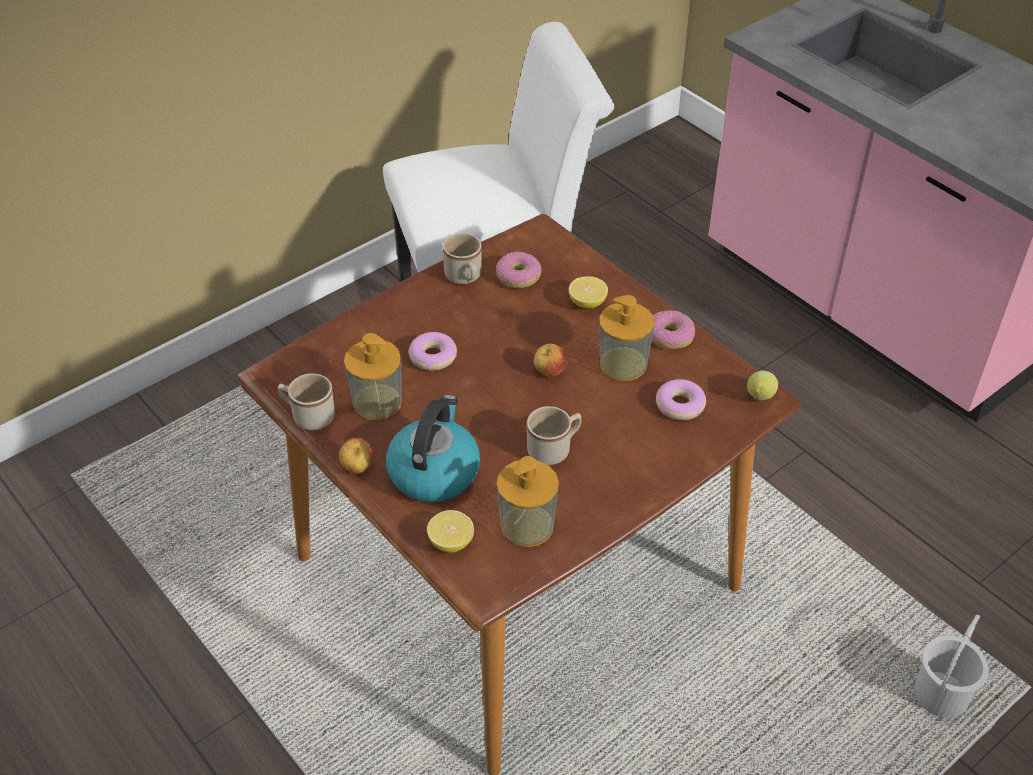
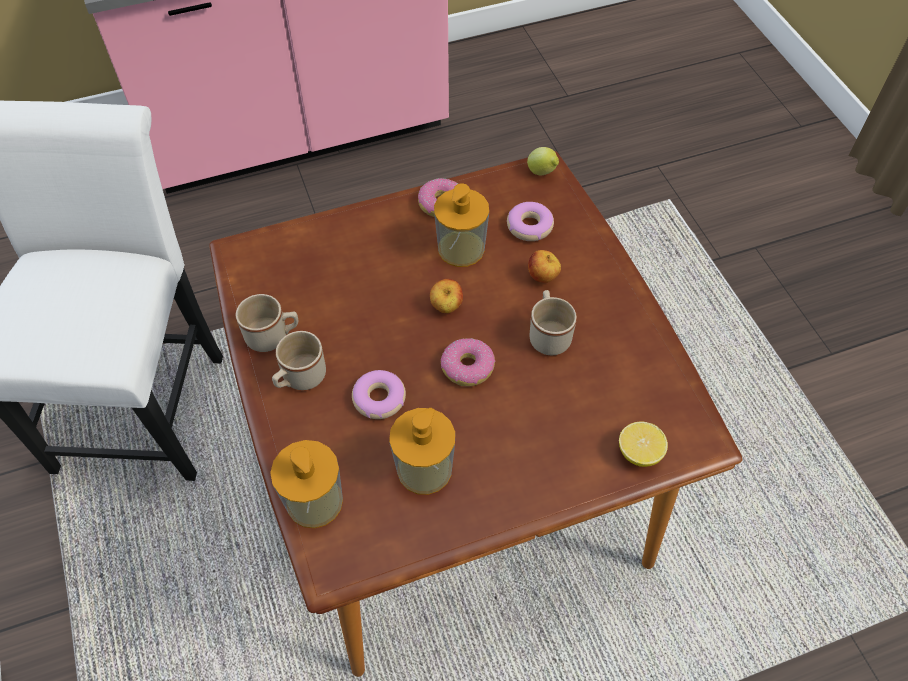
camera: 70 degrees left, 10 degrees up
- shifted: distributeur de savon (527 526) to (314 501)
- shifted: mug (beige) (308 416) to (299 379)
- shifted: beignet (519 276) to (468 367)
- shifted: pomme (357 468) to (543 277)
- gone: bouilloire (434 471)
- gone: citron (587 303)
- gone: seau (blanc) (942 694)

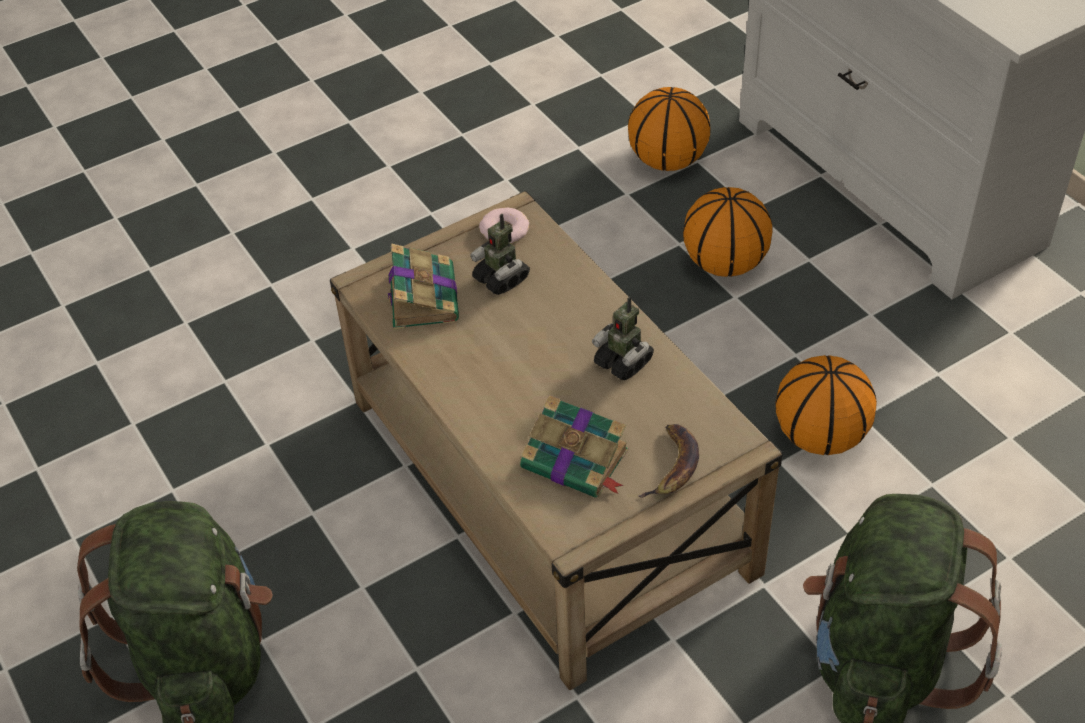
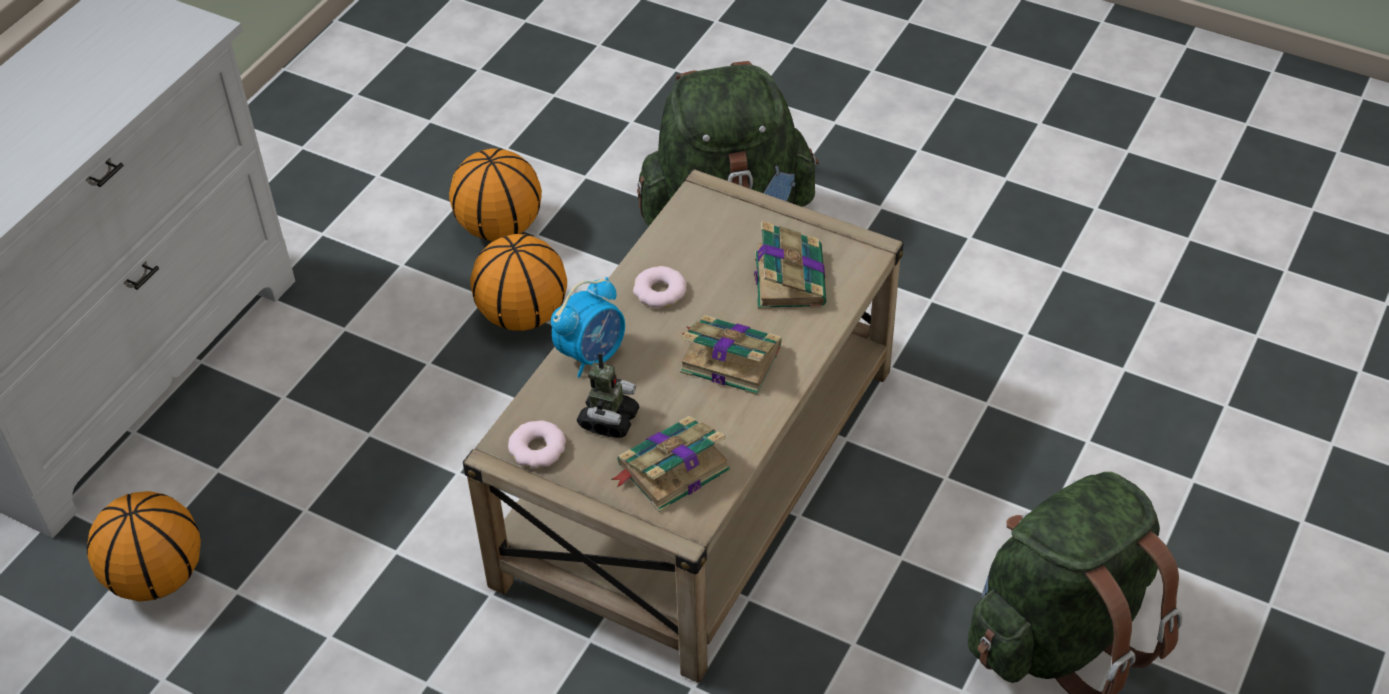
camera: 120 degrees left, 0 degrees up
- shifted: ballon de basket (726 264) to (500 227)
- new: réveil (592 354)
- swapped: robot jouet (623 362) to beignet (660 292)
- new: livre (728 358)
- gone: banane (673 466)

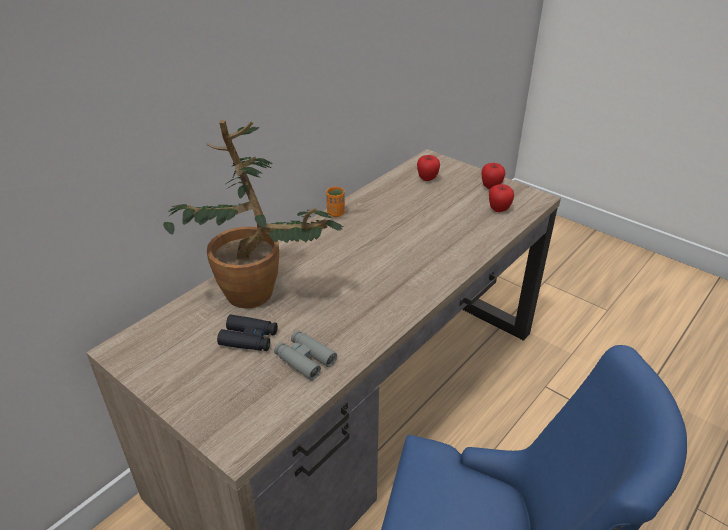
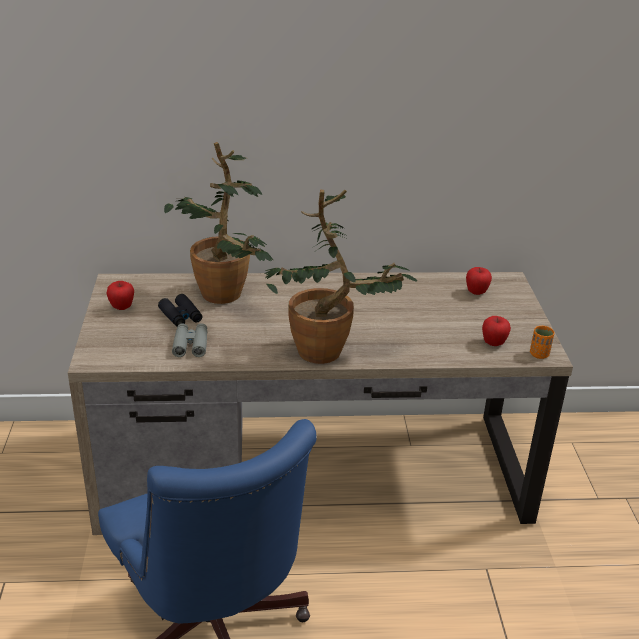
camera: 45 degrees right, 5 degrees down
- shifted: pomme (491 187) to (122 307)
- new: plante en pot (331 353)
- shifted: tasse (orange) (336 213) to (539 354)

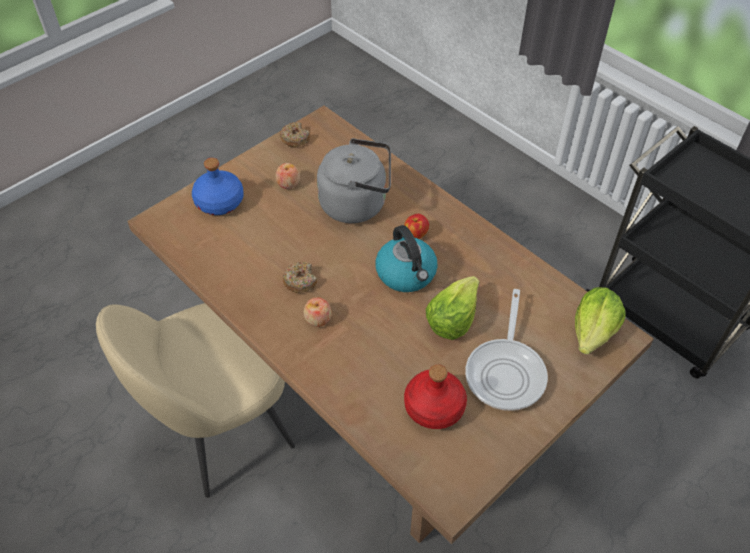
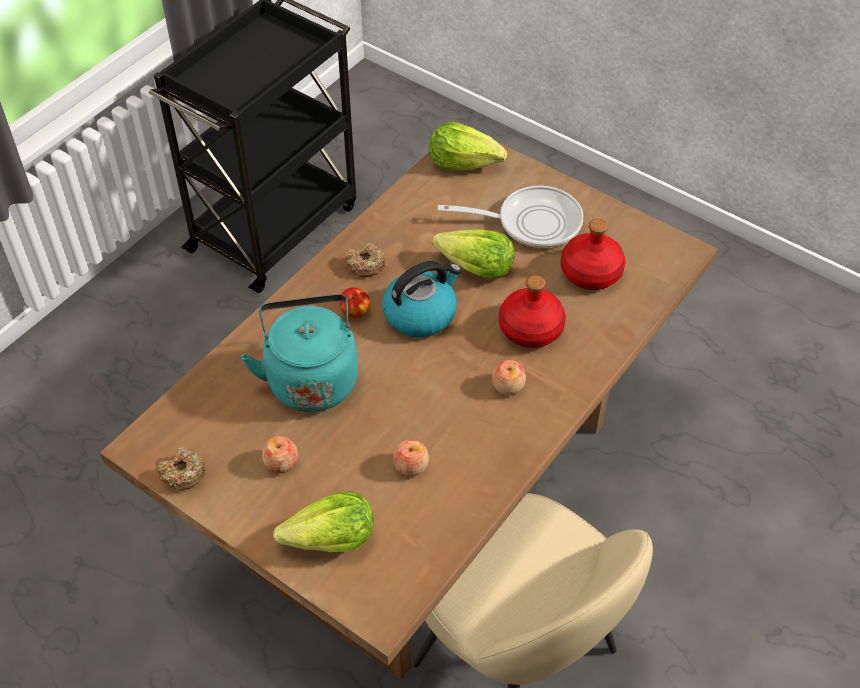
camera: 100 degrees left, 0 degrees up
- repainted: bouilloire (gris) (357 204) to bouilloire (turquoise) (311 377)
- swapped: bouteille (bleu) (219 202) to laitue (331 540)
- shifted: beignet (300 281) to (365 265)
- new: pomme (411 466)
- new: bouteille (rouge) (531 328)

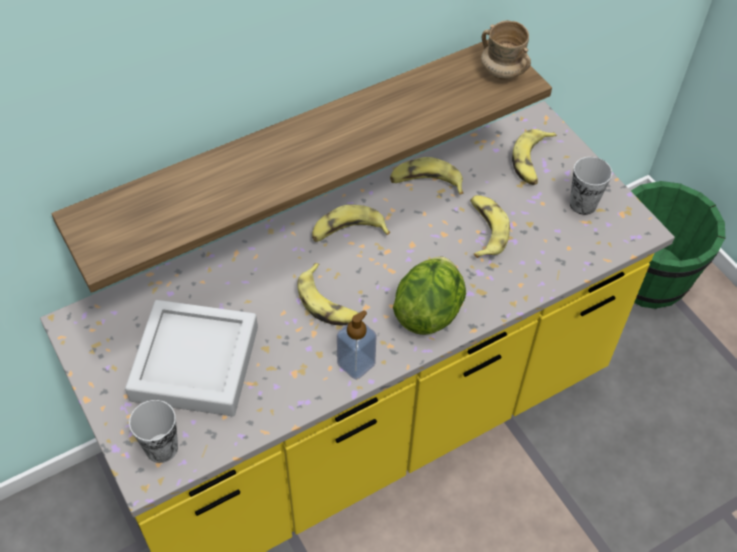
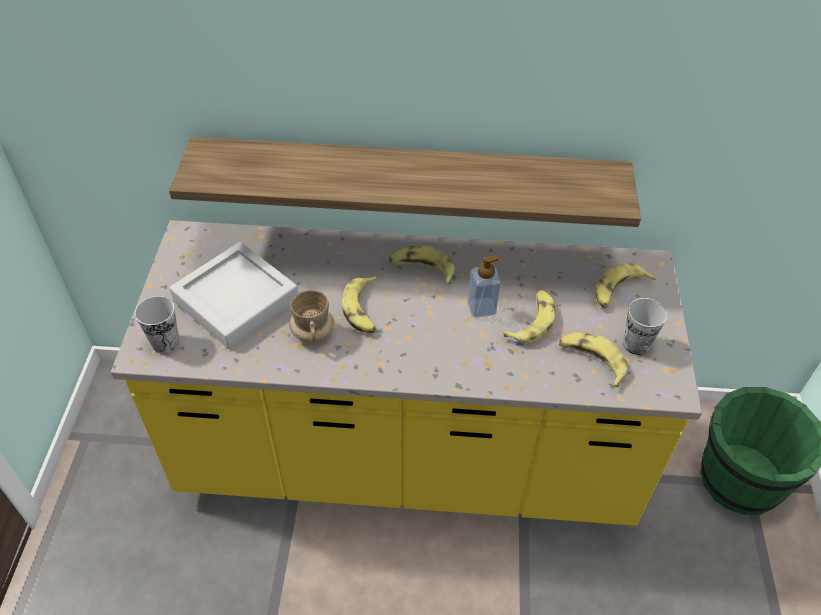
camera: 35 degrees right, 5 degrees down
- shifted: mug (beige) (502 71) to (312 332)
- shifted: distributeur de savon (356 364) to (481 308)
- shifted: banane (425 183) to (591 361)
- gone: laitue (429 311)

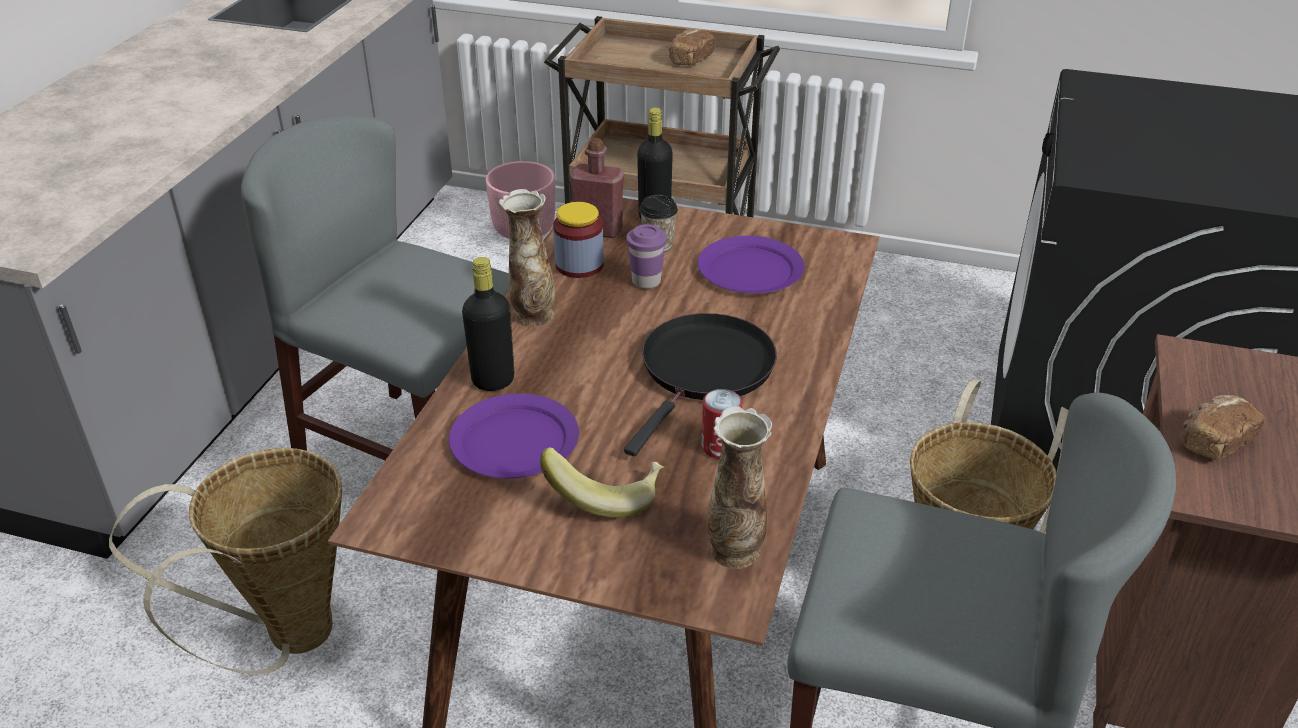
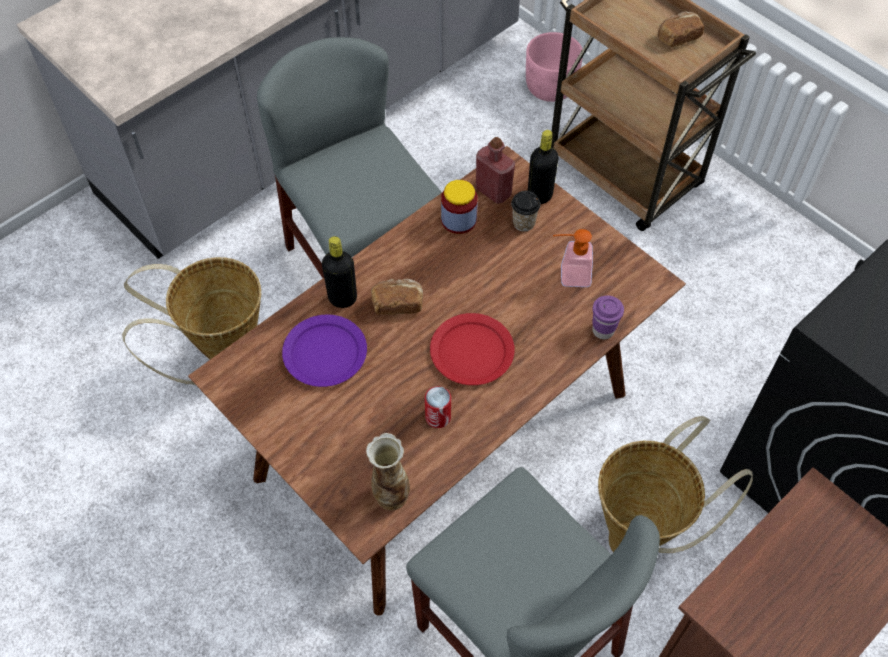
camera: 30 degrees right, 20 degrees up
- shifted: pain (1213 442) to (397 303)
- swapped: poêle (noir) (704 371) to assiette (rouge) (472 351)
- swapped: assiette (violet) (751 270) to distributeur de savon (568 276)
- shifted: tasse (violet) (646 281) to (603 330)
- gone: vase (532 315)
- gone: banane (605 495)

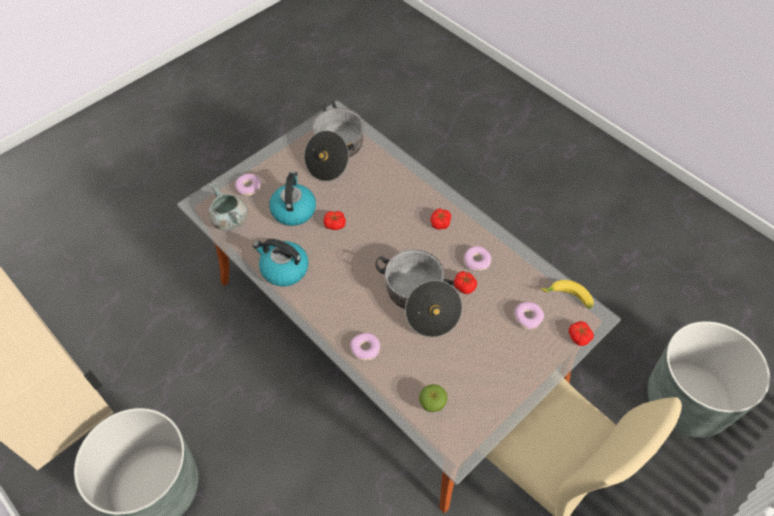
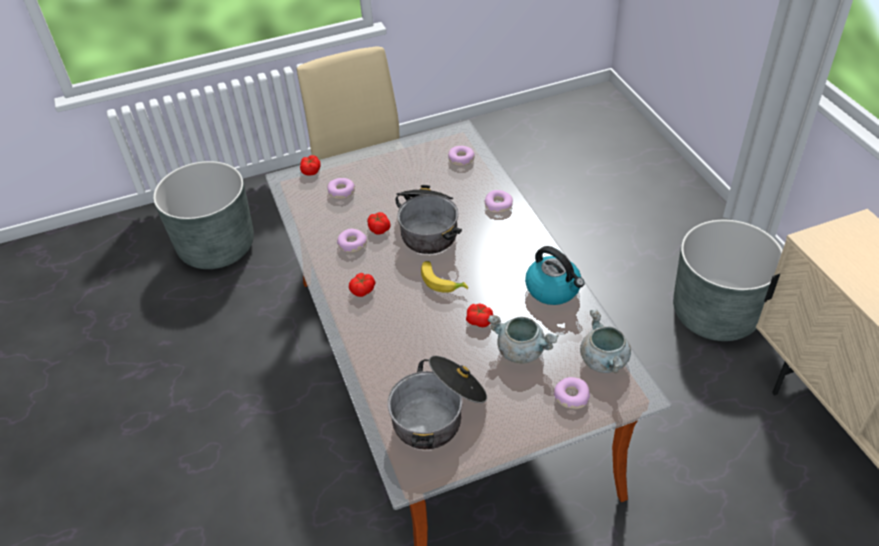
camera: 155 degrees left, 10 degrees down
- shifted: banane (567 298) to (442 281)
- swapped: pomme (432 404) to beignet (461 160)
- swapped: bouilloire (293 210) to marmite (gris) (522 350)

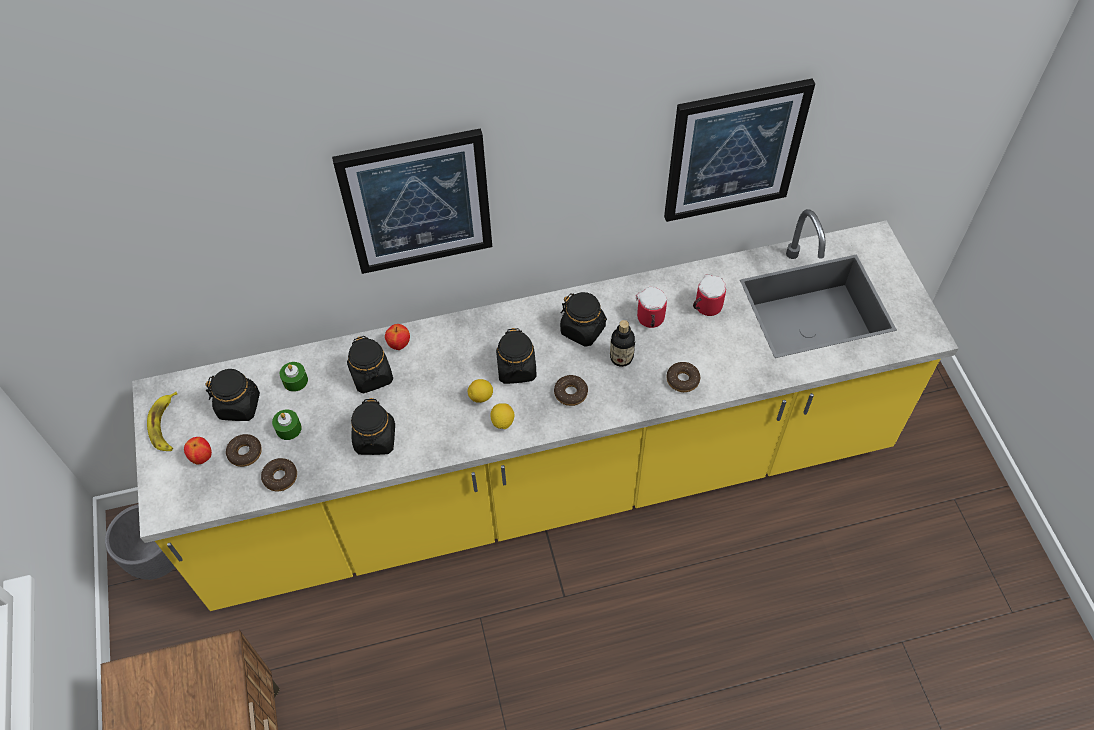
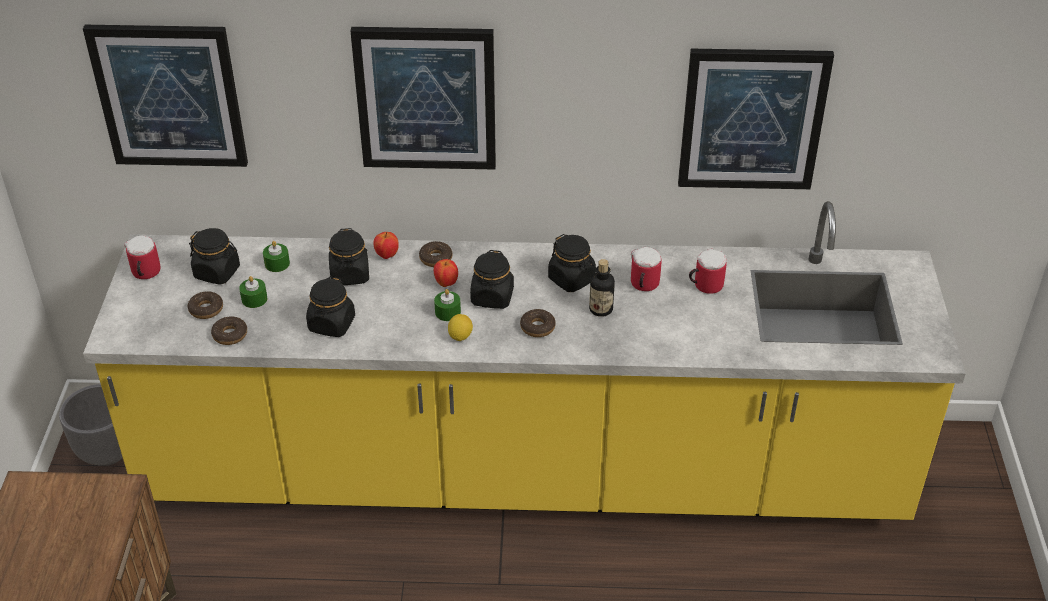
camera: 15 degrees right, 15 degrees down
- new: tableau (169 96)
- swapped: banane (165 425) to mug (144 273)
- shifted: beignet (682 380) to (436 258)
- shifted: pomme (202 457) to (446 283)
- swapped: citron (481 397) to bougie (vert) (447 312)

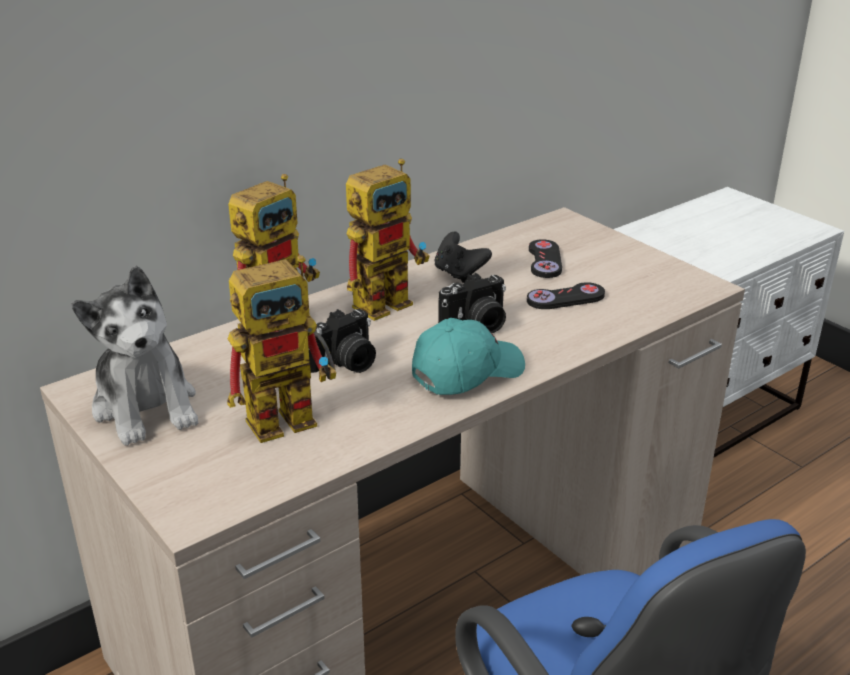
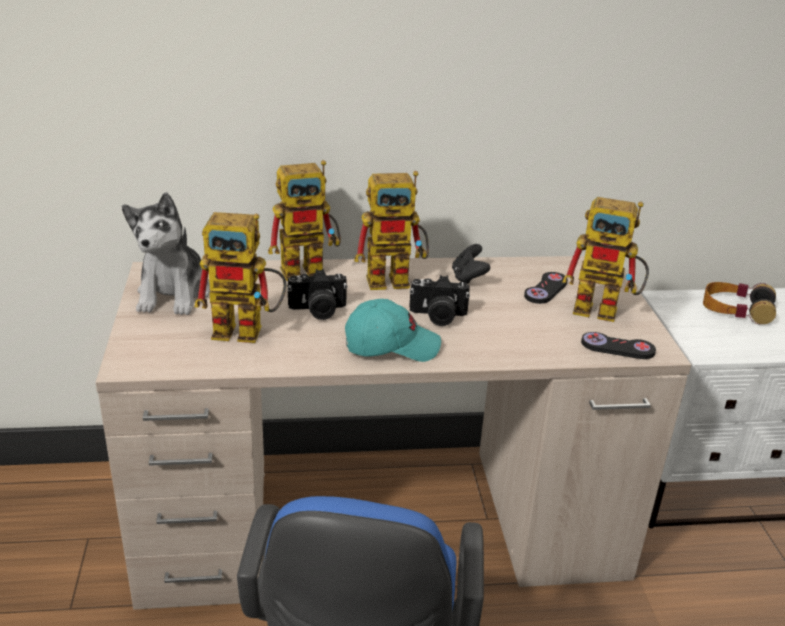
camera: 30 degrees right, 0 degrees up
- new: robot jouet (606 310)
- shifted: manette (noir) (565 298) to (617 347)
- new: casque audio (736 309)

